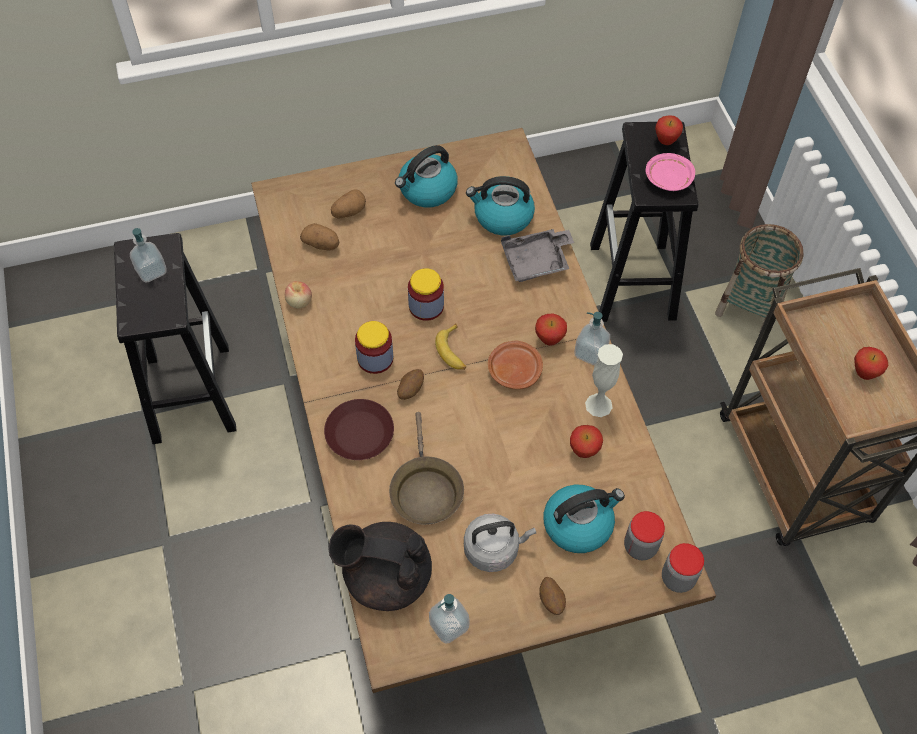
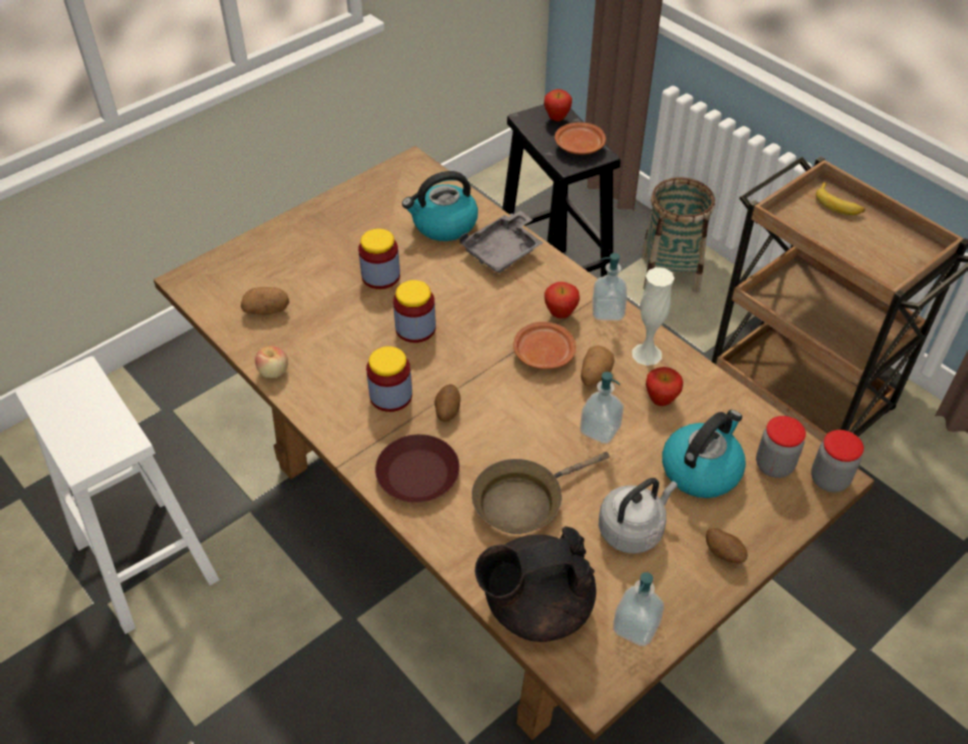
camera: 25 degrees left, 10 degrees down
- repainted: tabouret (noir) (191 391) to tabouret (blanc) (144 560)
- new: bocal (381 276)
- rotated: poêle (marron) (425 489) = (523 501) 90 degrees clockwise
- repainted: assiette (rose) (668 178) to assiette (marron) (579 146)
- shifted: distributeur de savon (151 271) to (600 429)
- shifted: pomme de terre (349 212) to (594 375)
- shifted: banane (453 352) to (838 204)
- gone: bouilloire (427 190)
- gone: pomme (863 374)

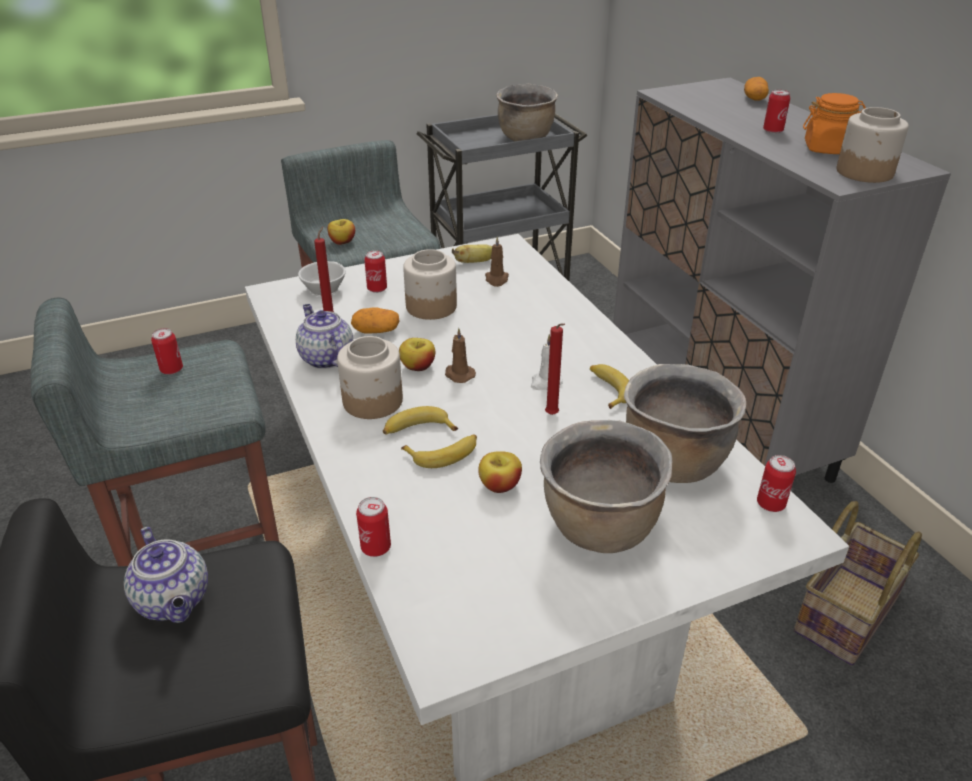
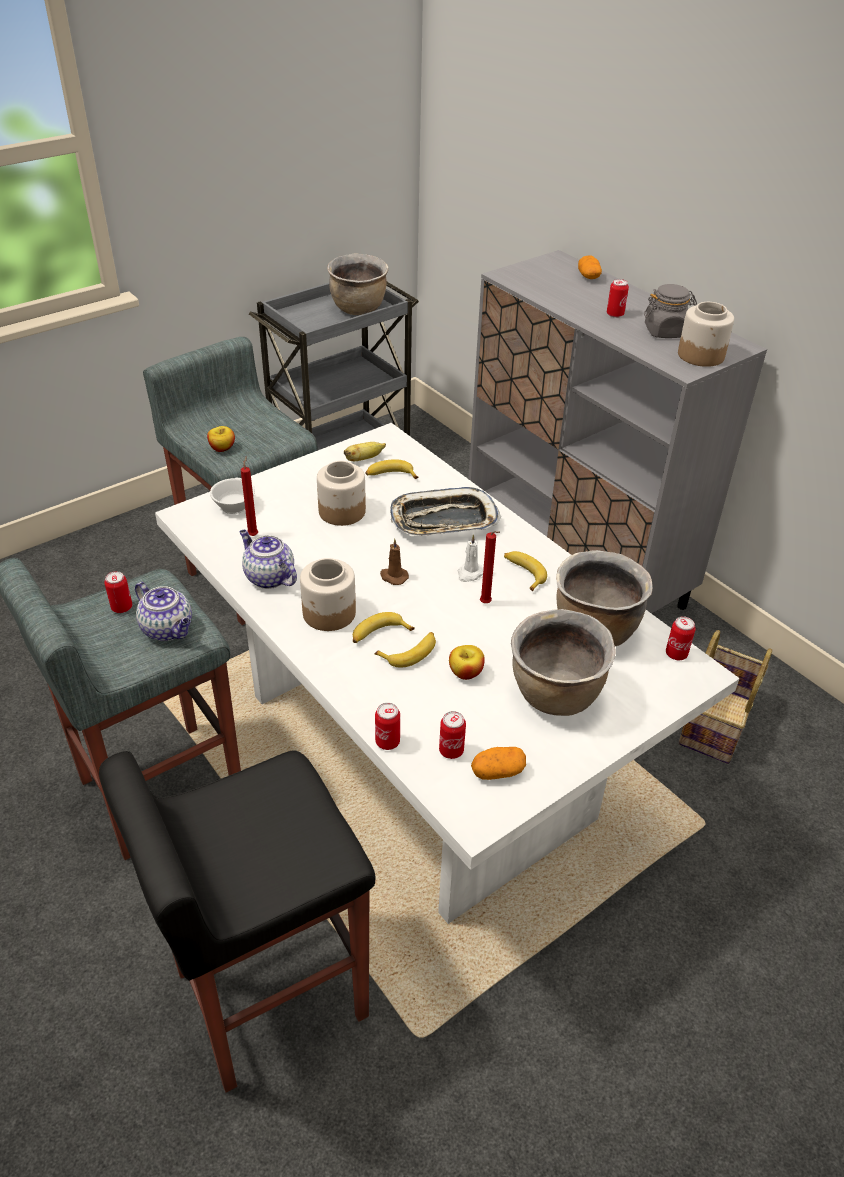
camera: 15 degrees left, 5 degrees up
- shifted: théière (175 601) to (168 629)
- swapped: bougie (marron) (496 279) to banane (390 475)
- new: plateau (443 520)
- shifted: boîte métallique (377 289) to (451 751)
- shifted: pomme de terre (376 331) to (497 772)
- repainted: bocal (orange) (828 149) to bocal (gris) (665 331)
- gone: pomme (418 367)

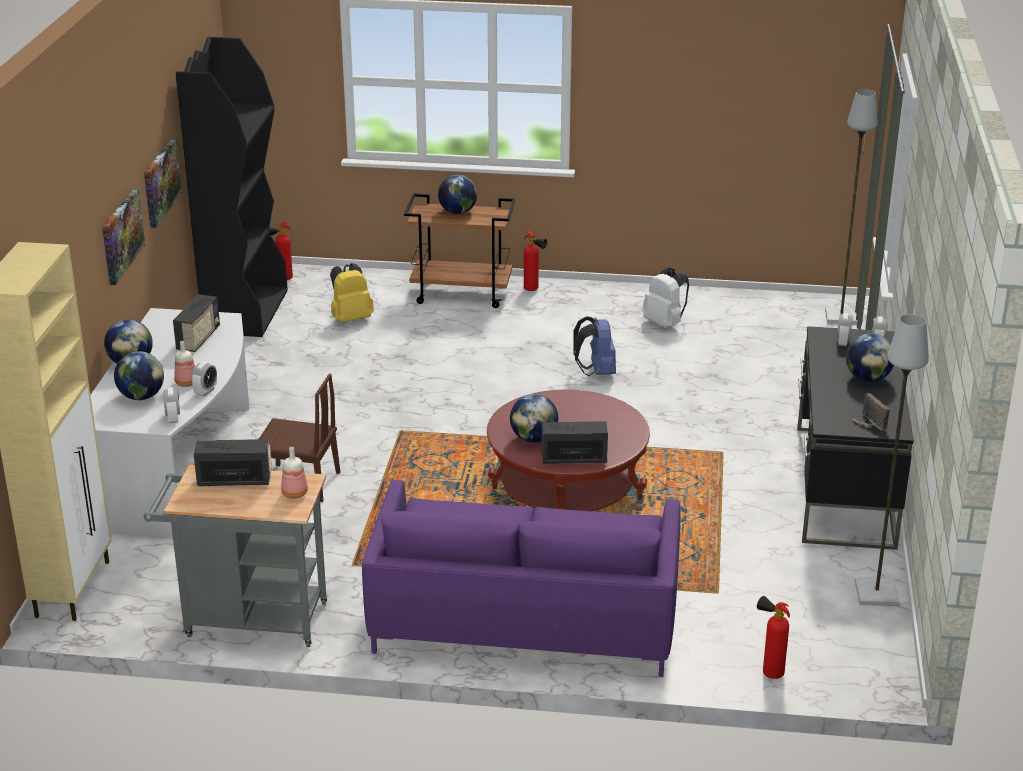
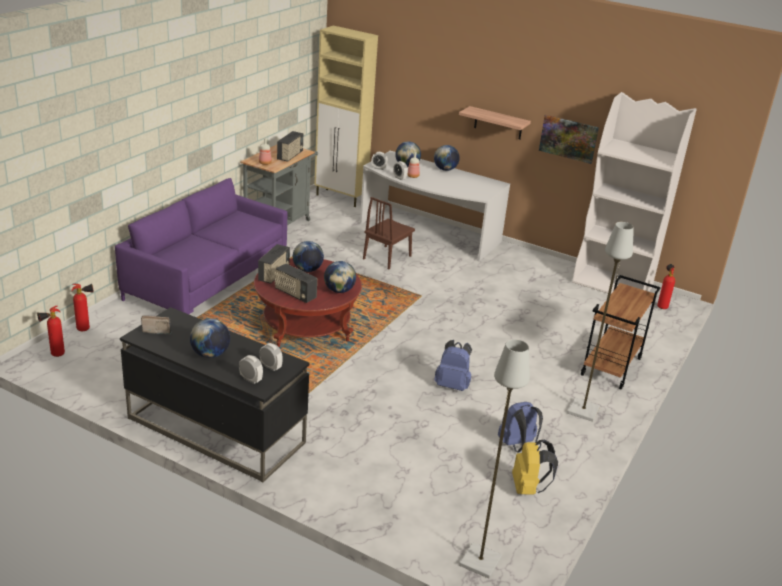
camera: 110 degrees right, 0 degrees up
- shifted: extincteur (534 290) to (54 355)
- shifted: radio (199 339) to (295 294)
- shifted: globe (457 212) to (339 290)
- swapped: tableau (121 236) to étagère (498 123)
- repainted: sac à dos (blanc) (665 323) to sac à dos (bleu) (517 446)
- shifted: sac à dos (jaune) (351 318) to (528 488)
- shifted: lampadaire (gris) (875 593) to (583 410)
- repainted: bibliothèque (noir) (245 311) to bibliothèque (blanc) (613 284)

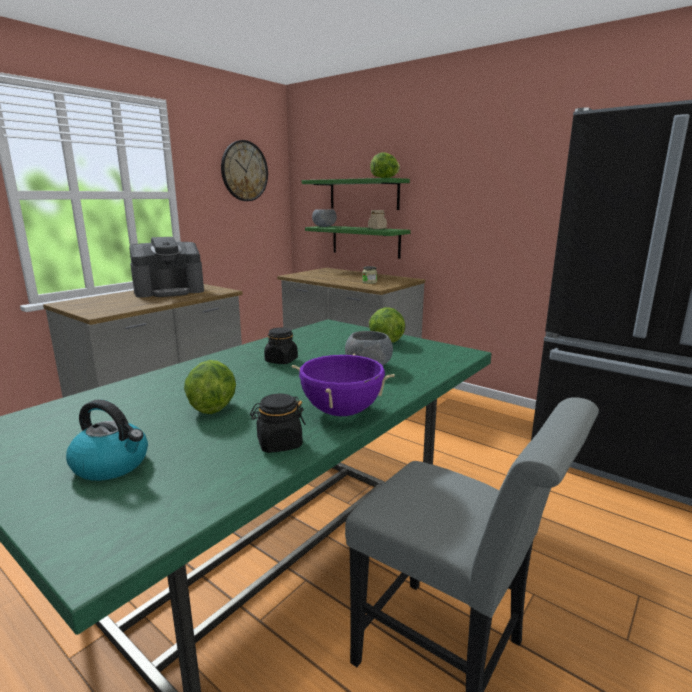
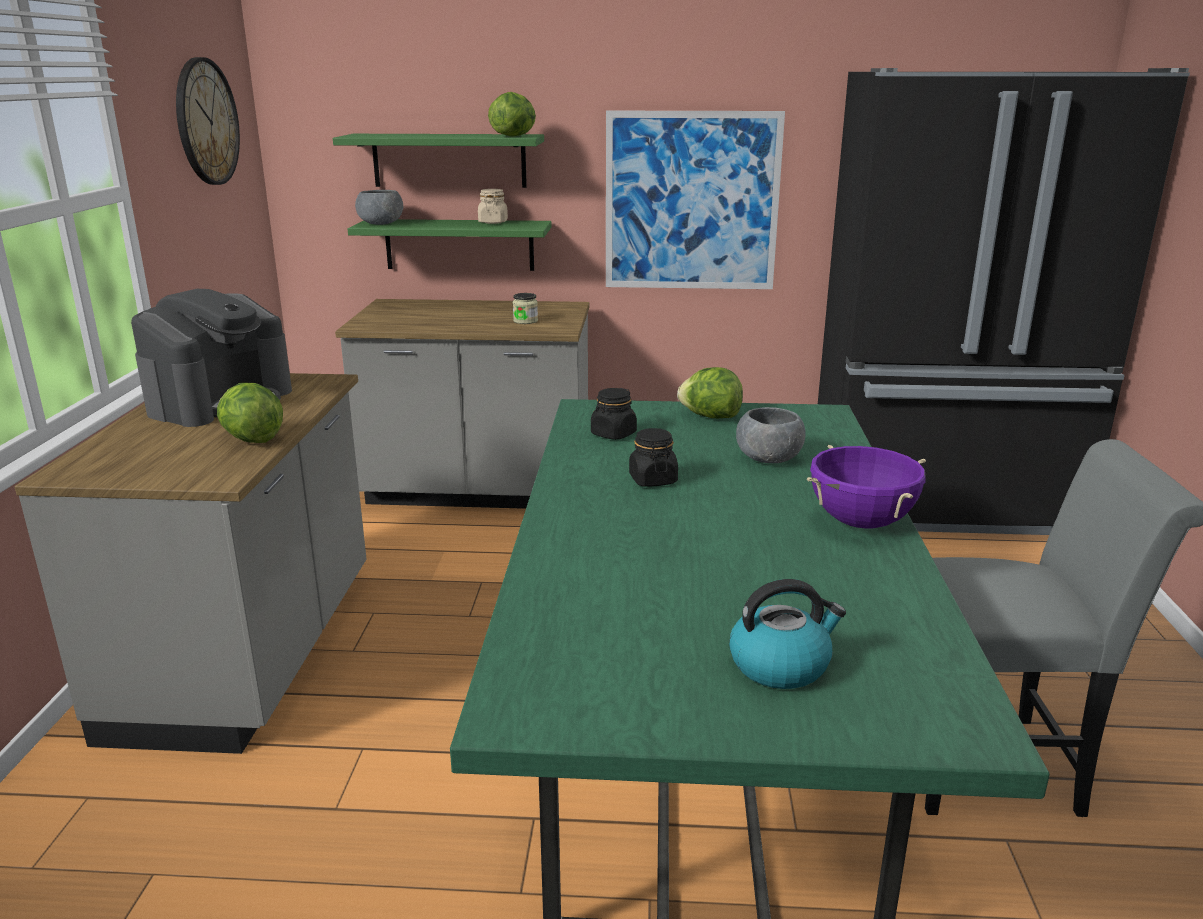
camera: 35 degrees left, 5 degrees up
- shifted: laitue (212 407) to (251 440)
- shifted: bocal (noir) (279 444) to (613 434)
- new: tableau (691 202)

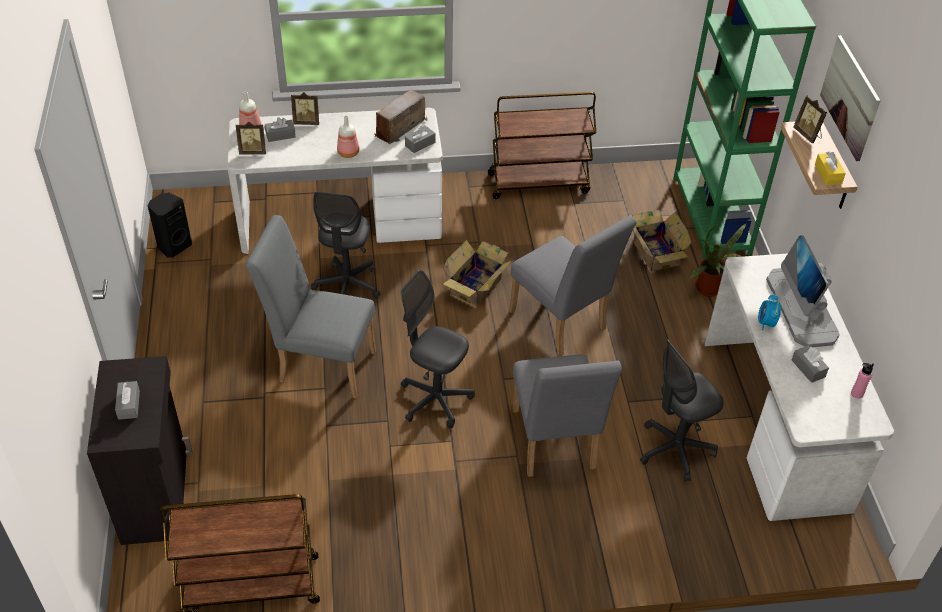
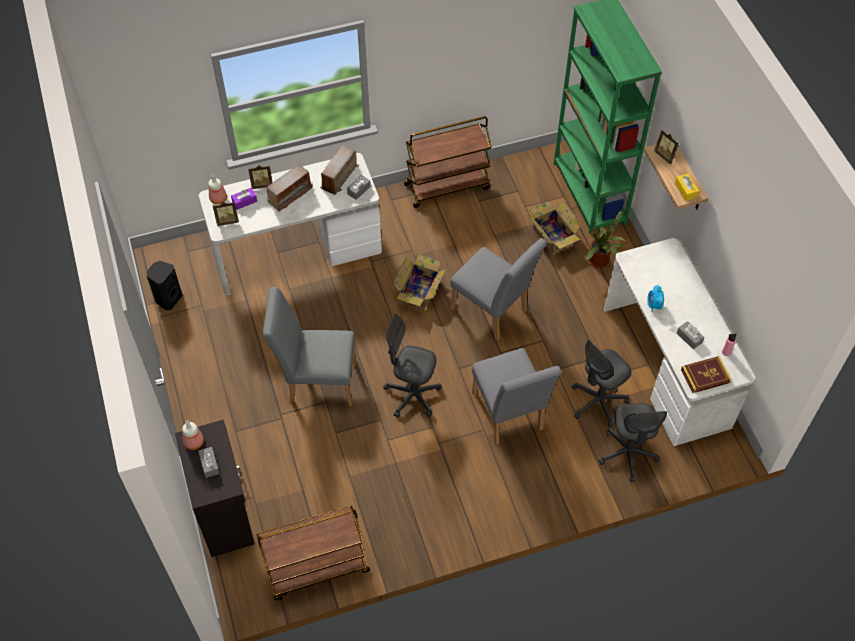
camera: 10 degrees left, 10 degrees up
- shifted: bouteille (348 153) to (193 442)
- repainted: boîte à mouchoirs (gris) (280 135) to boîte à mouchoirs (violet) (244 201)
- new: radio (290 195)
- shifted: chaise de bureau (gris) (347 286) to (627 454)
- new: livre (705 376)
- gone: écran d'ordinateur (802 308)
- gone: tableau (850 97)

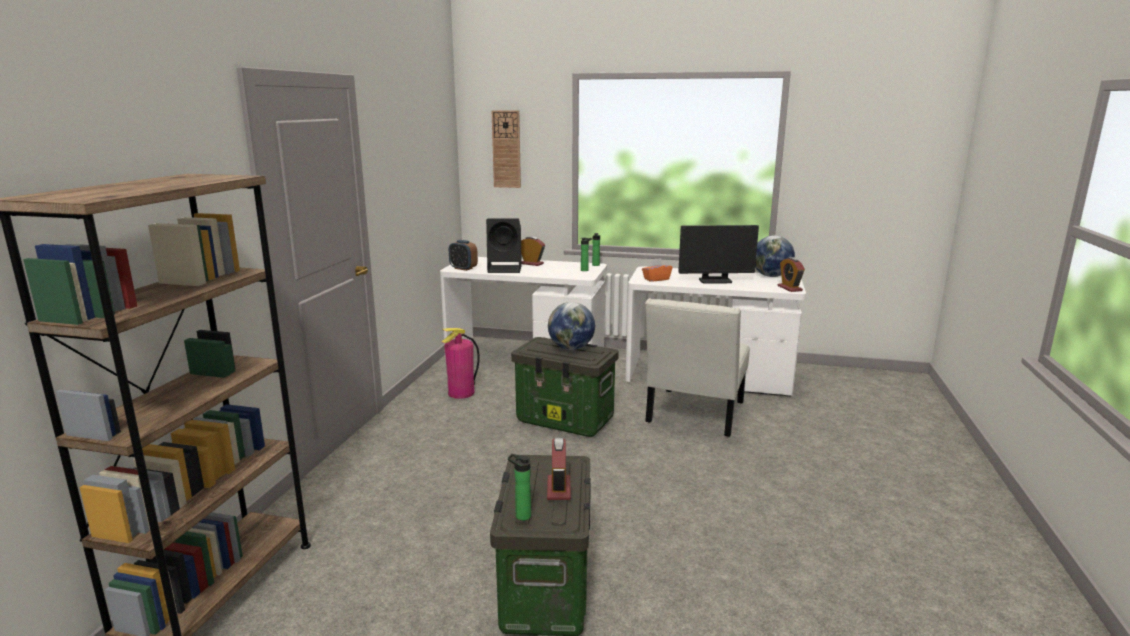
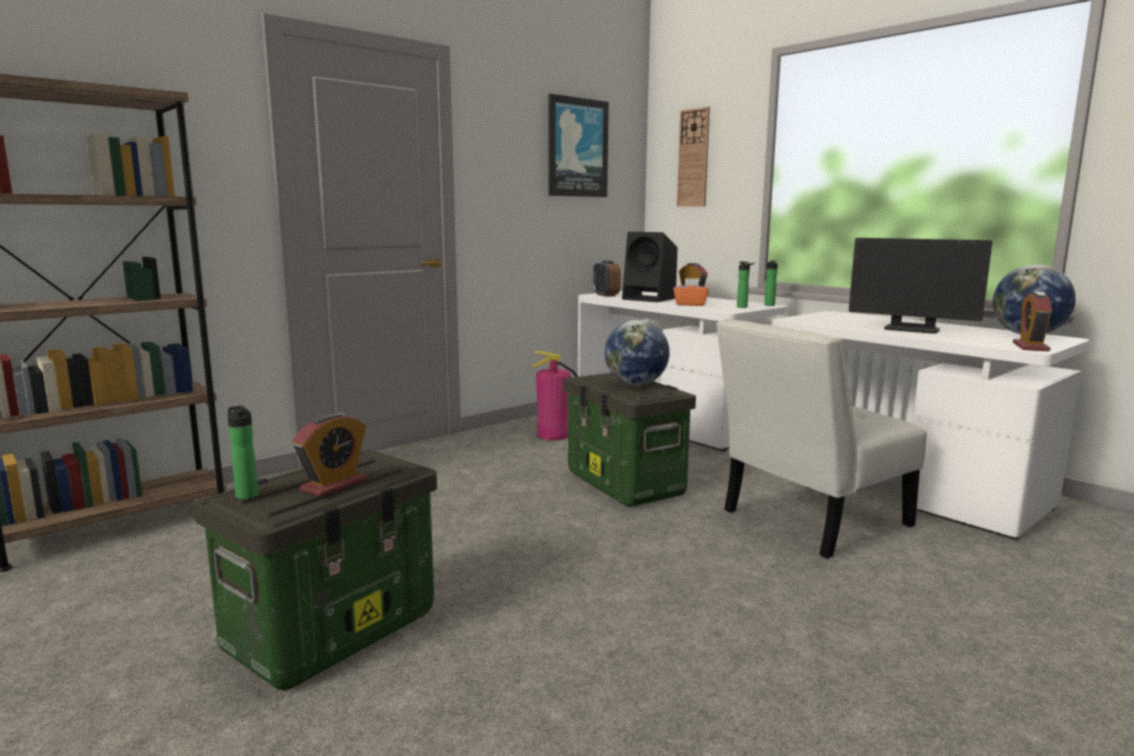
camera: 35 degrees right, 5 degrees down
- new: tableau (577 148)
- shifted: boîte à mouchoirs (orange) (656 279) to (690 304)

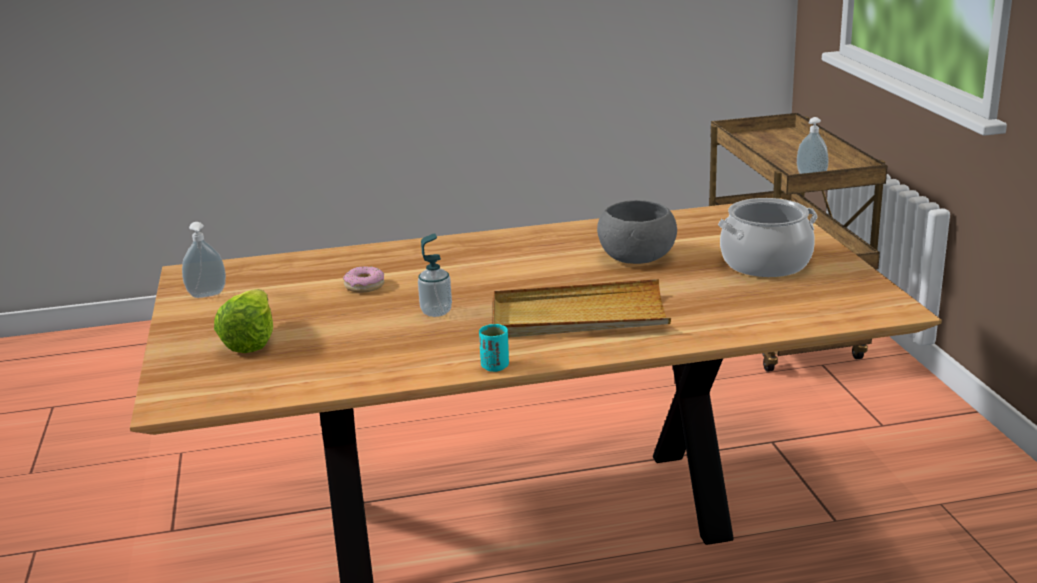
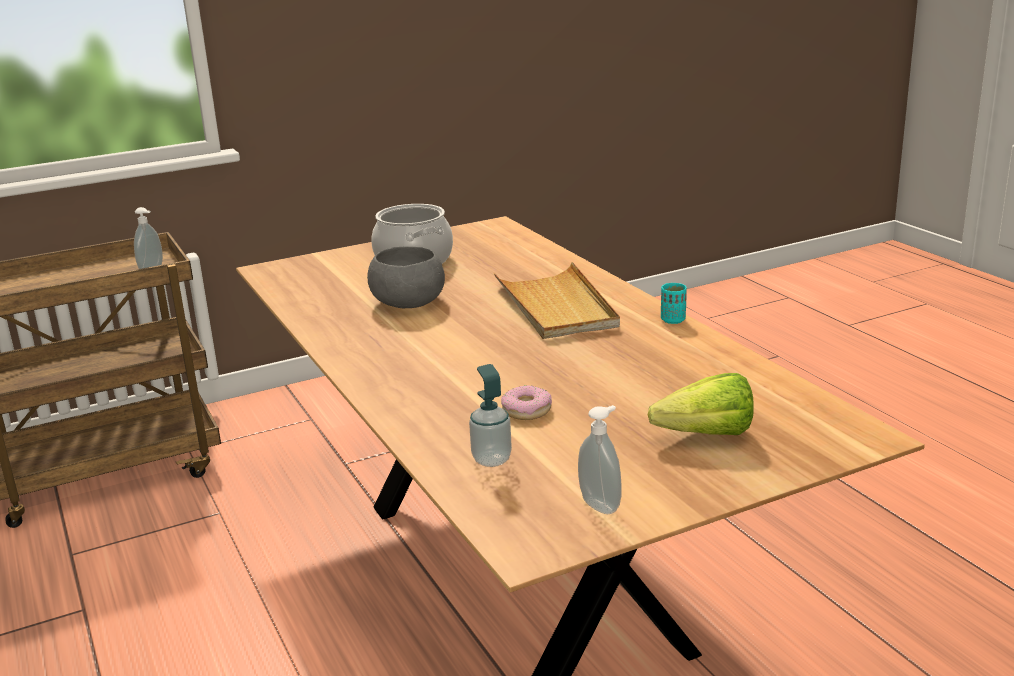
camera: 105 degrees left, 0 degrees up
- shifted: distributeur de savon (436 312) to (491 459)

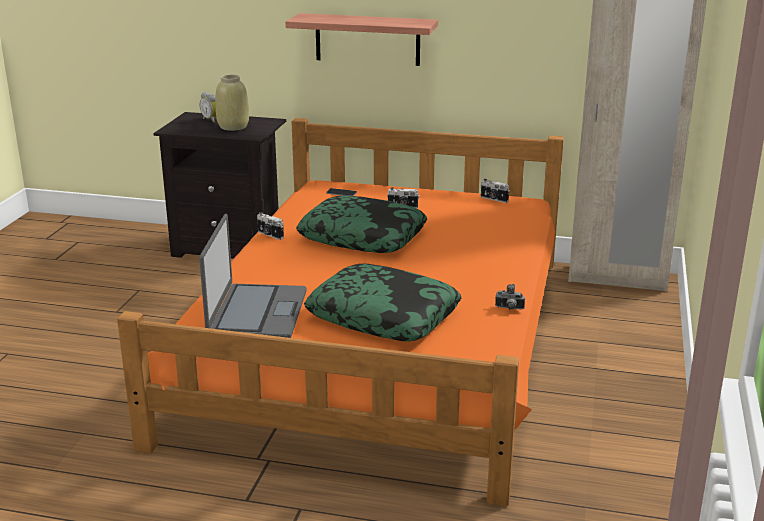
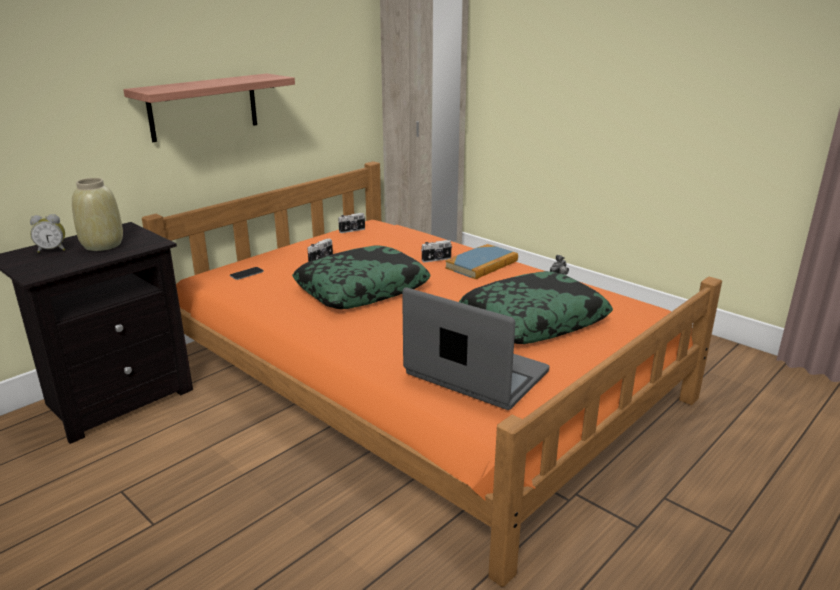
camera: 60 degrees left, 0 degrees up
- shifted: appareil photo (270 235) to (437 260)
- new: livre (482 264)

